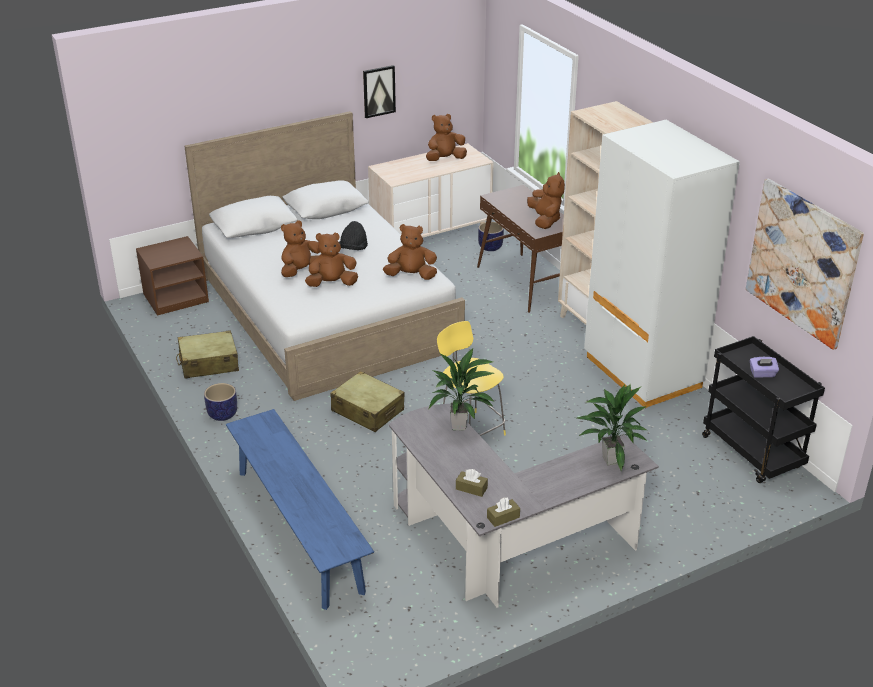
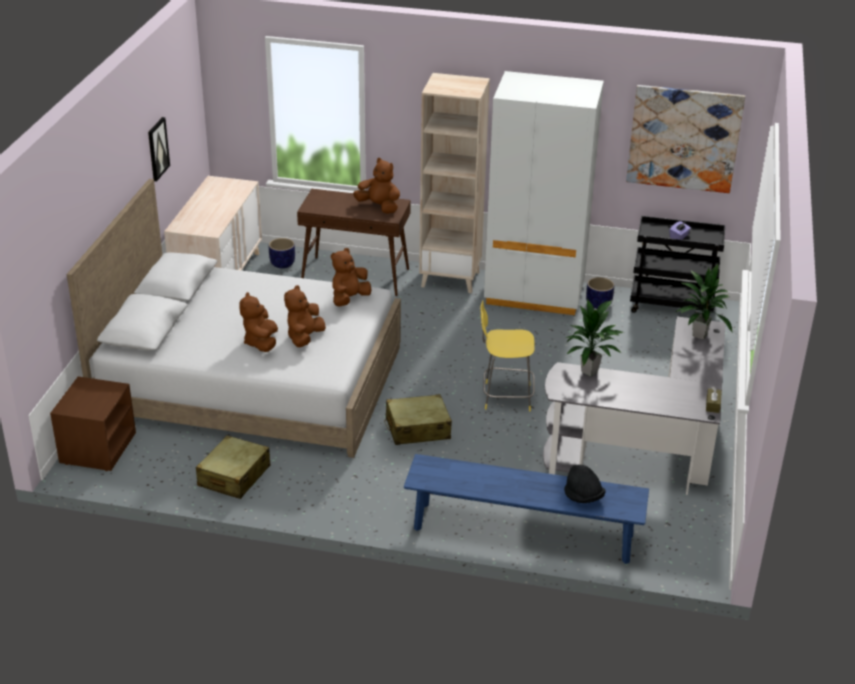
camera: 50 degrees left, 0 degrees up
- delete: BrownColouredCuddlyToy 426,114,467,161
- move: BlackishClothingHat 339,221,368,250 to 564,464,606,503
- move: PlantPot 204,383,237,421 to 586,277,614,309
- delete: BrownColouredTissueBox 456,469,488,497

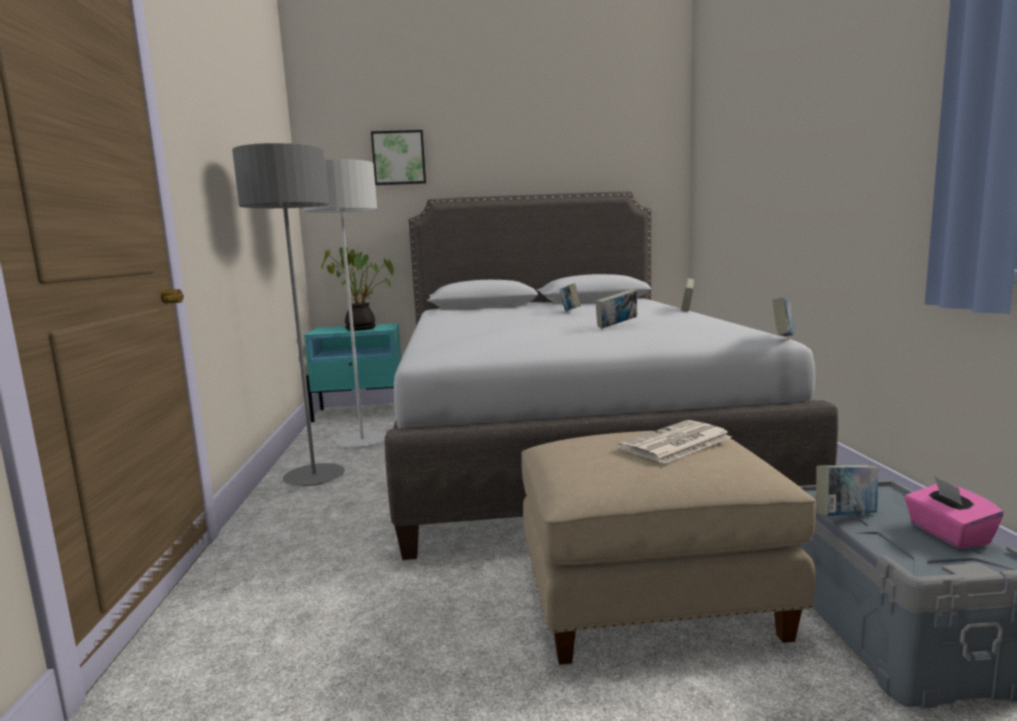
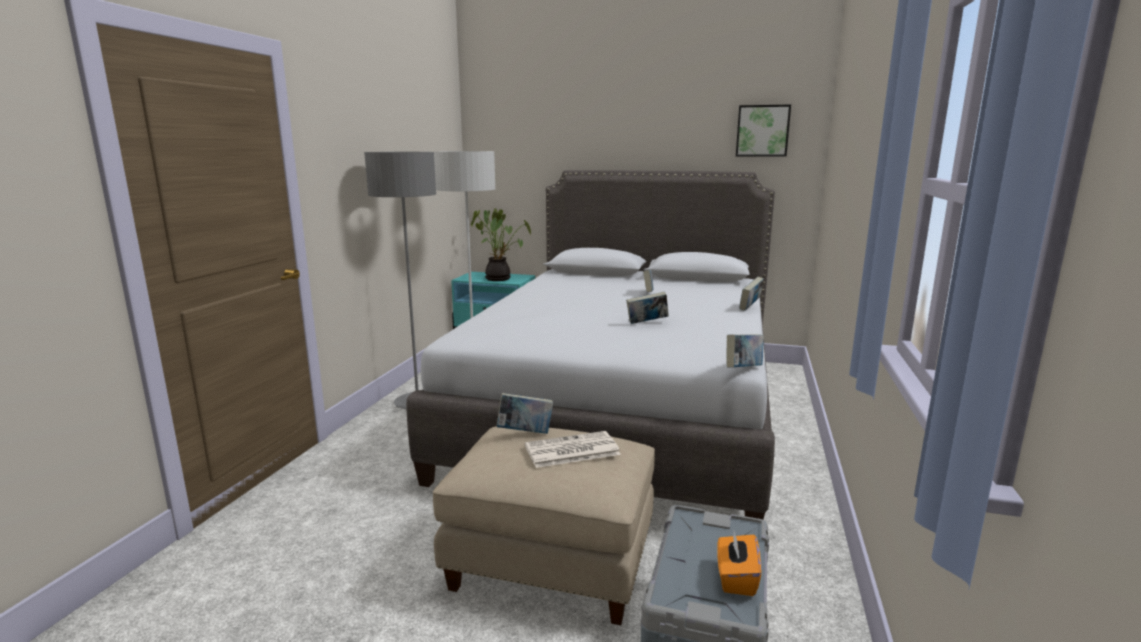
camera: 20 degrees right, 5 degrees up
- move: Picture 371,130,426,185 to 736,105,791,157
- move: BoundBook 816,465,878,516 to 497,393,553,434
- recolor: PinkColouredTissueBox 904,476,1004,549 to OrangeTissueBox 717,531,761,596

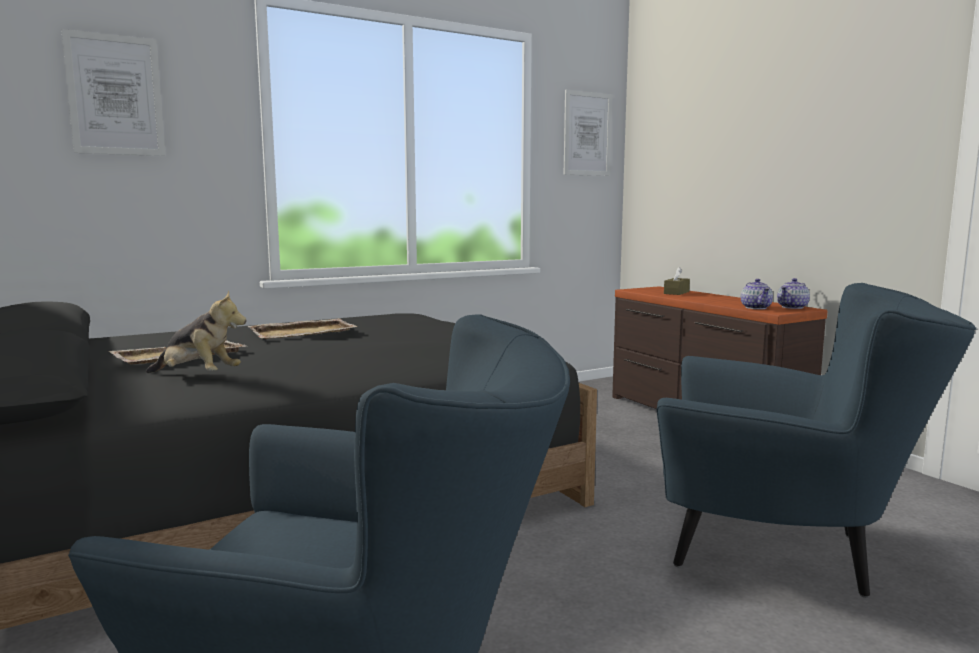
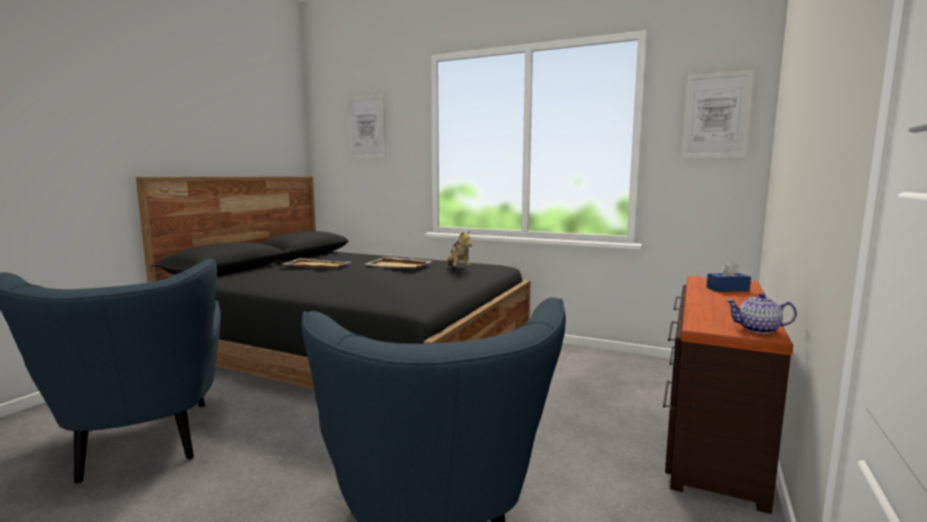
camera: 55 degrees right, 0 degrees up
- recolor: BrownColouredTissueBox 664,267,690,295 to BlueColouredTissueBox 707,261,751,292
- delete: Teapot 741,279,773,309
- move: CuddlyToy 146,291,246,373 to 444,230,472,266

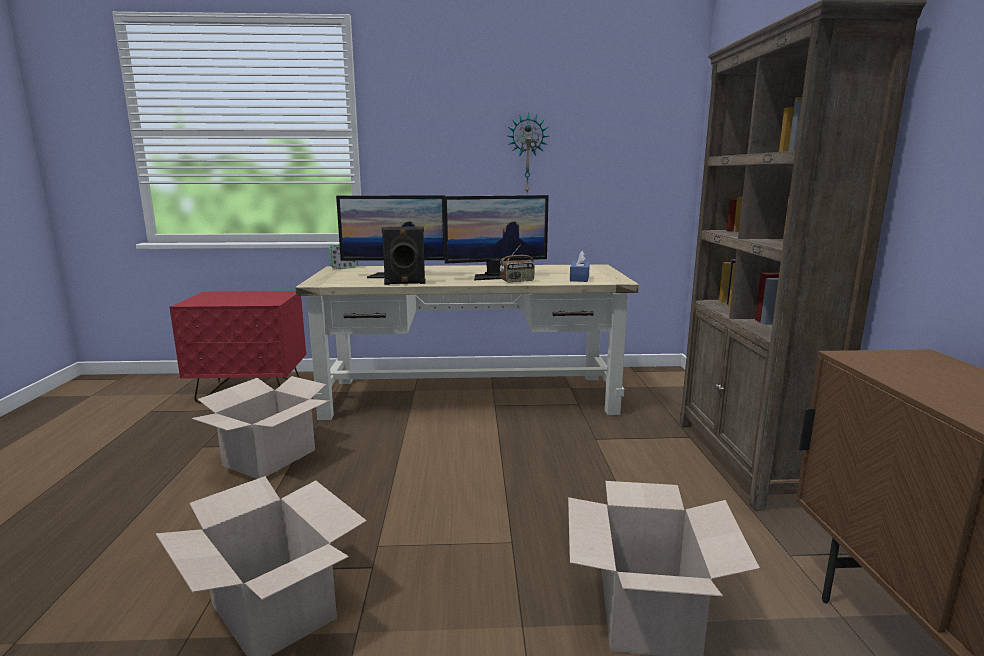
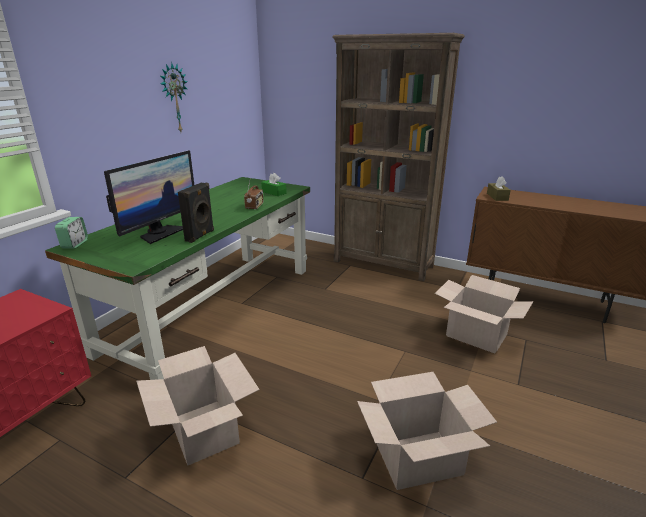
camera: 60 degrees left, 10 degrees up
- delete: Monitor 443,195,549,280
- recolor: BlueColouredTissueBox 570,251,590,282 to GreenColouredTissueBox 261,173,287,196
- recolor: BeigeColouredDesk 295,264,639,420 to GreenColouredDesk 45,177,310,380
- insert: BrownColouredTissueBox 487,176,511,201

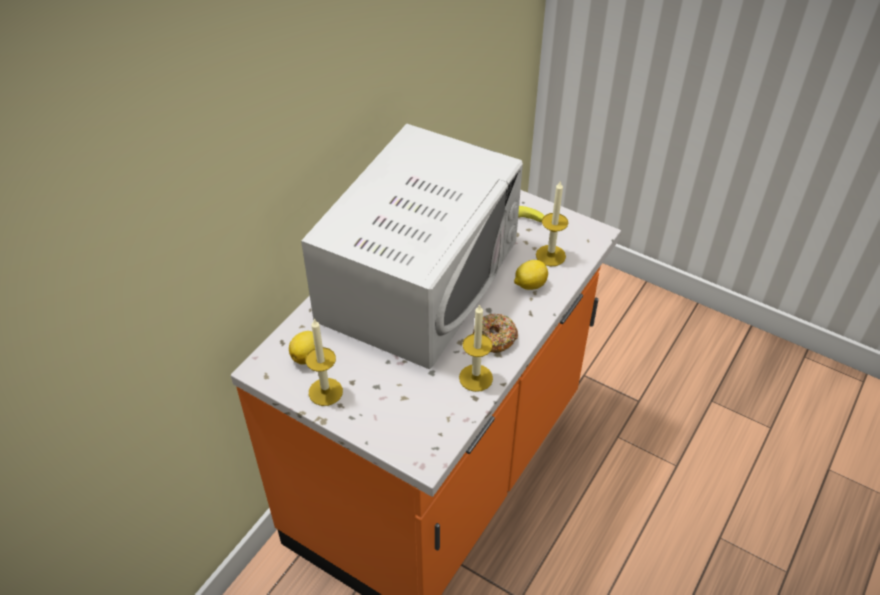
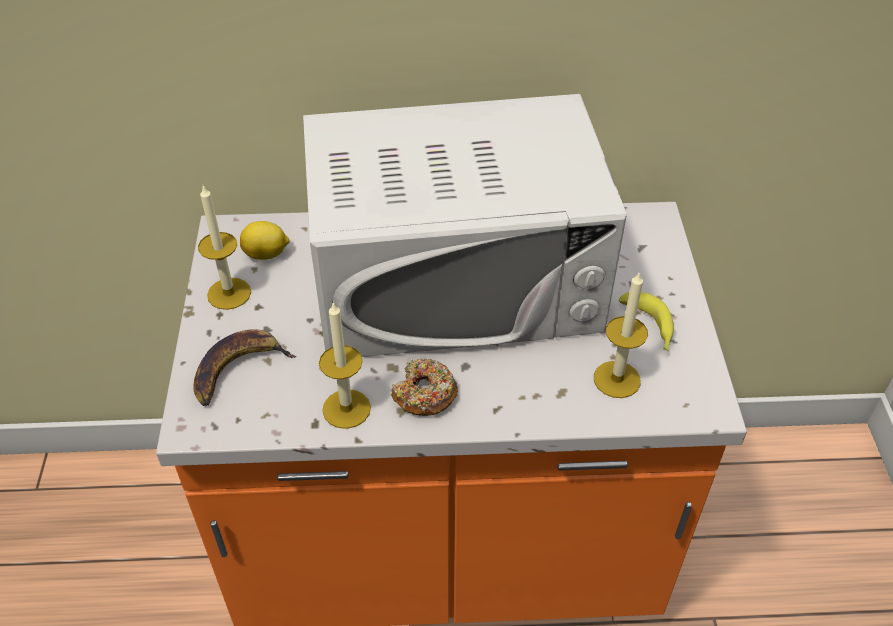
camera: 55 degrees right, 0 degrees up
- delete: Lemon 514,260,548,290
- insert: WholeBanana 193,329,297,406

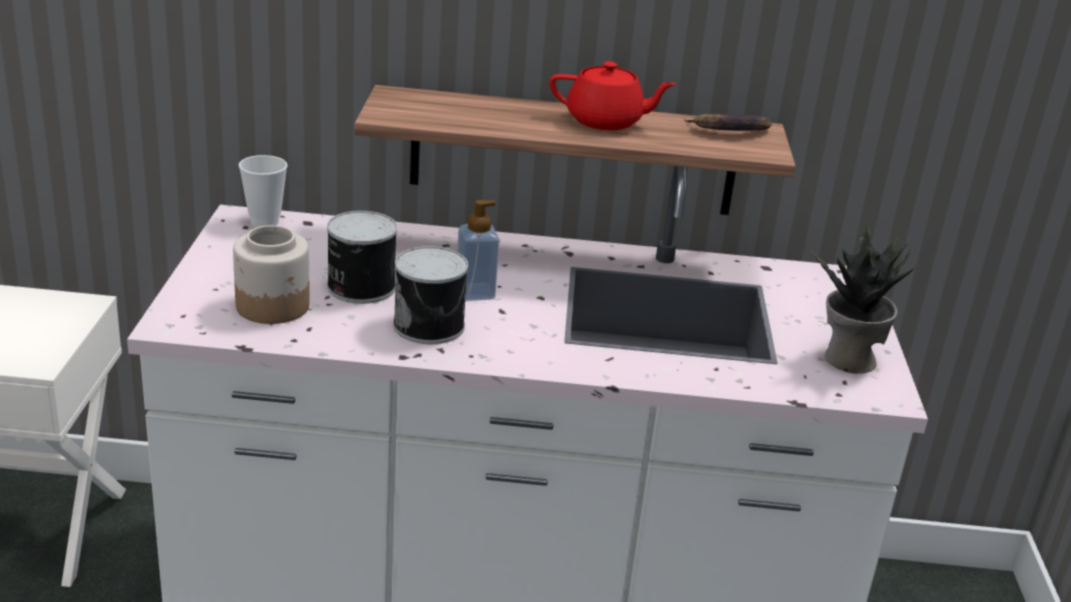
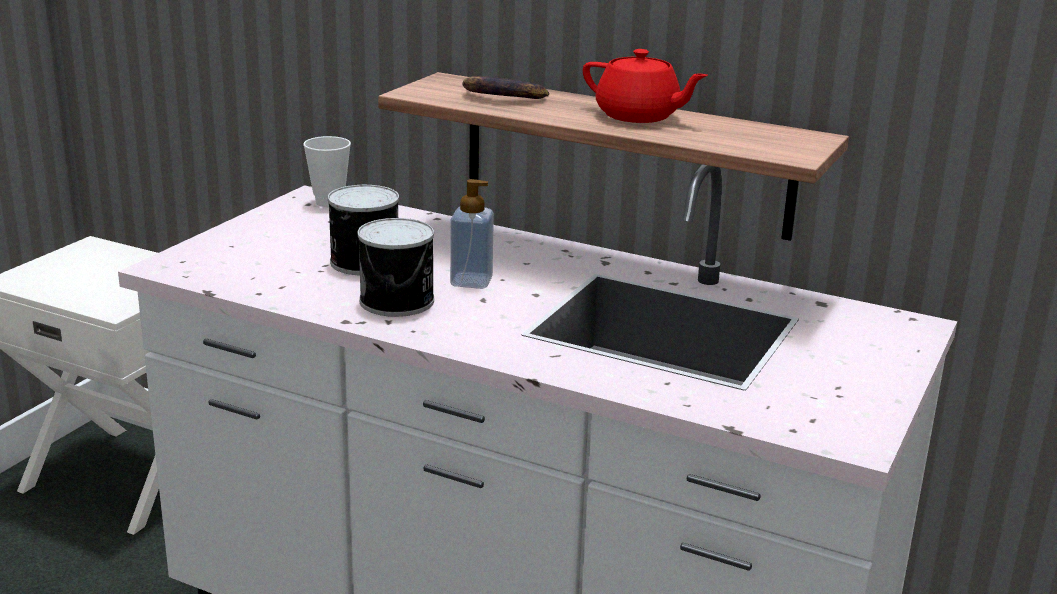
camera: 25 degrees right, 5 degrees down
- move: WholeBanana 684,114,772,131 to 462,76,549,99
- delete: Houseplant 810,220,915,374
- delete: Jar 233,225,310,324

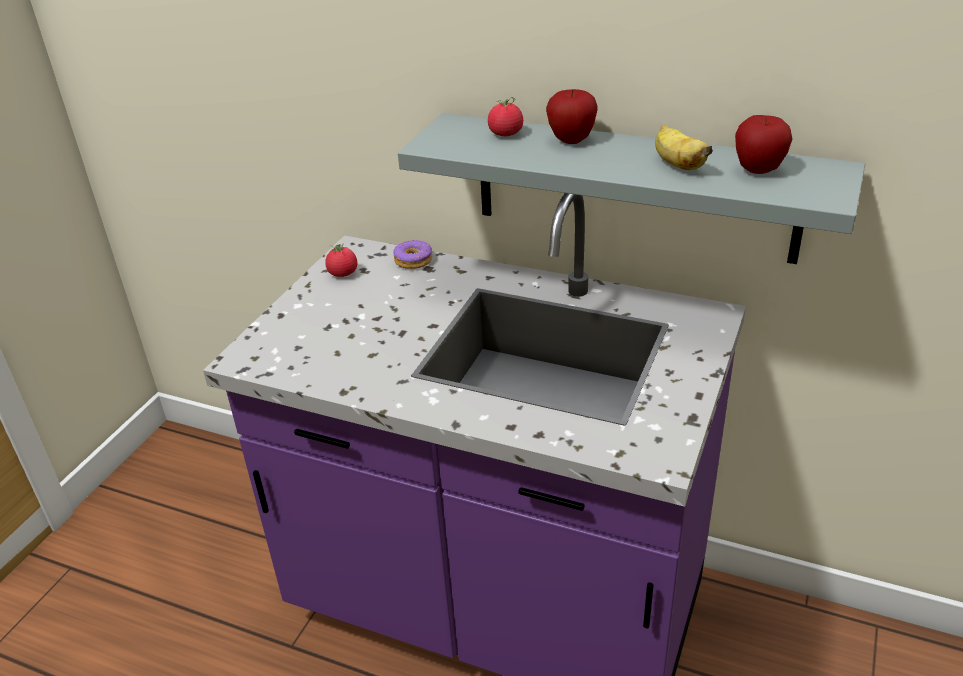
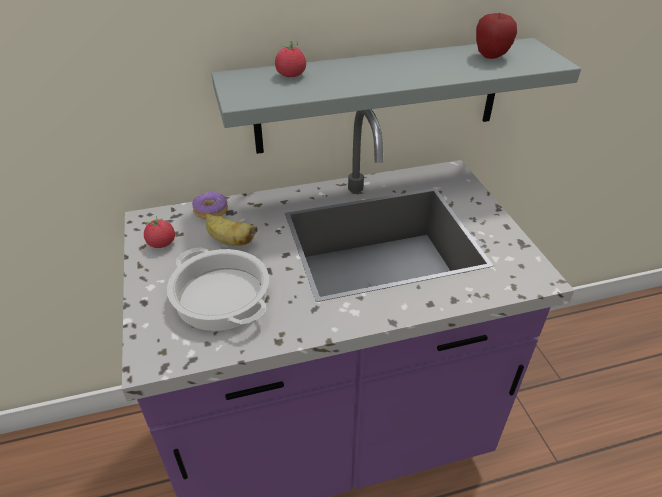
camera: 40 degrees left, 5 degrees up
- delete: Apple 546,89,598,144
- move: WholeBanana 655,125,713,170 to 205,213,258,246
- insert: Saucepot 167,248,269,331

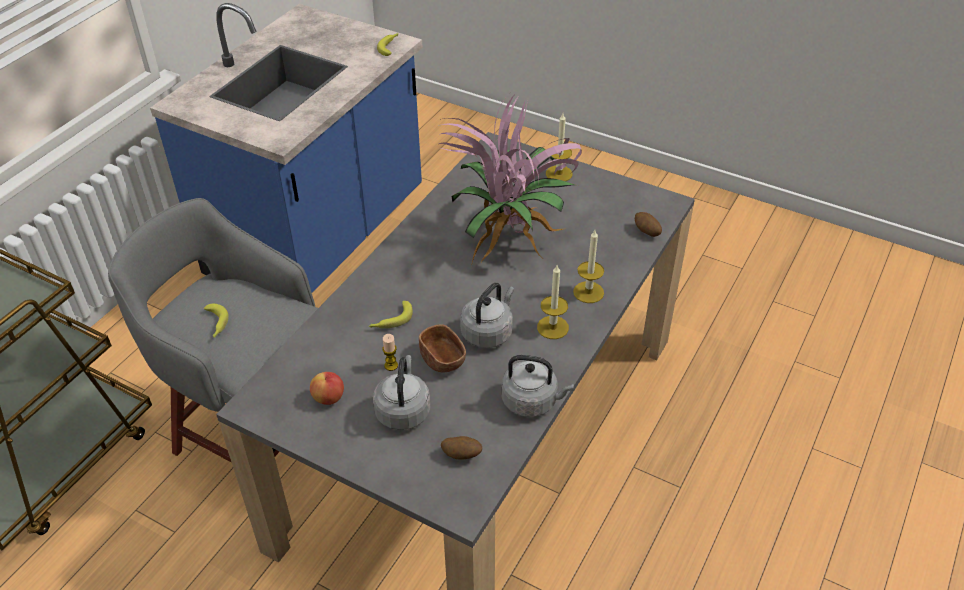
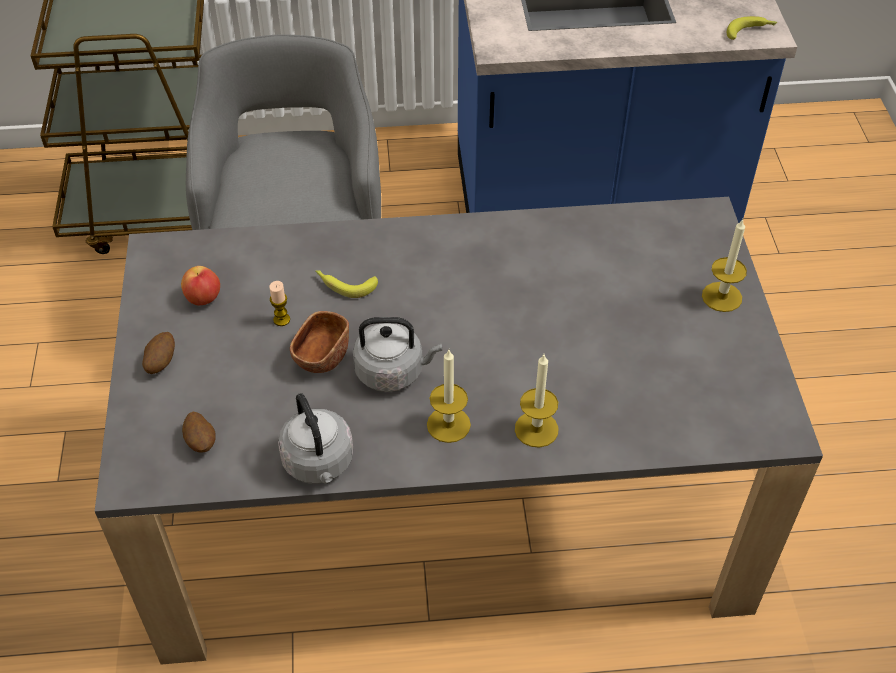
camera: 55 degrees right, 5 degrees up
- delete: Houseplant 438,93,582,266
- move: Potato 635,212,662,237 to 142,332,175,374
- delete: WholeBanana 204,304,229,338
- delete: GrayKettle 373,355,430,430

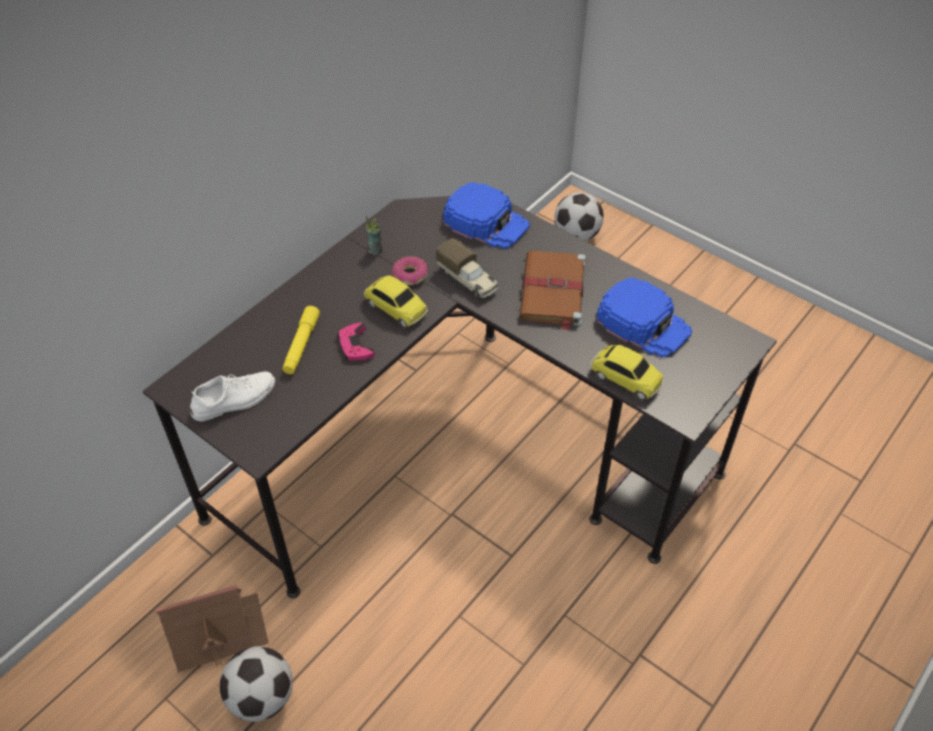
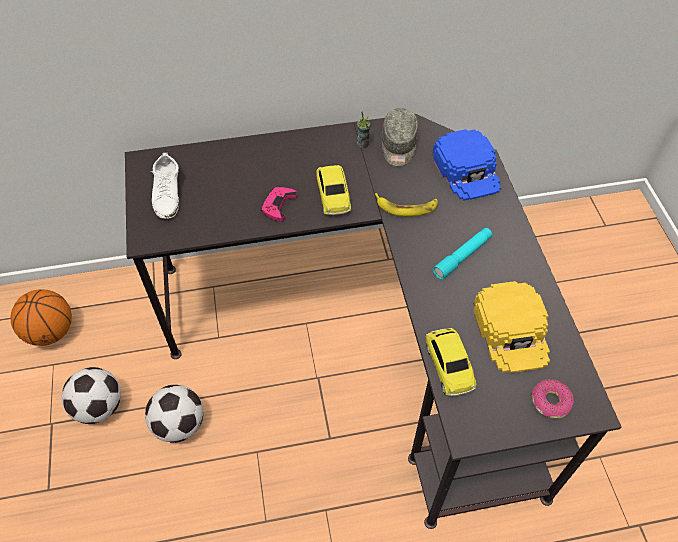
camera: 40 degrees right, 5 degrees up
- move: Football 554,192,604,241 to 145,385,203,443
- replace: ToyLorry 436,238,499,299 to WholeBanana 375,193,438,217
- replace: BrownColouredBoundBook 519,250,586,331 to BlueGreenHandTorch 433,228,492,279
- move: Doughnut 392,256,428,285 to 531,379,574,418
- recolor: BlueColouredBaseballCap 596,277,692,358 to YellowBaseballCap 474,281,550,373
- delete: YellowHandTorch 282,306,320,374
- rotate: WhiteColouredLowShoe 190,371,275,421 = 151,153,179,219 75 degrees clockwise
- delete: MiniatureHouse 155,585,269,672
- insert: GrayBaseballCap 382,108,418,166
- insert: Basketball 11,289,72,346

